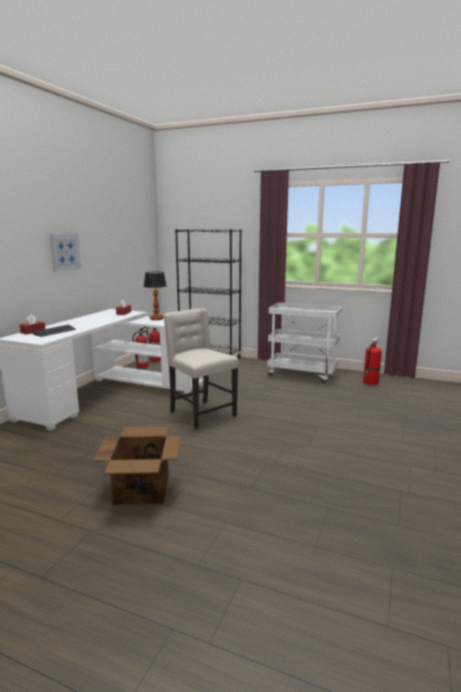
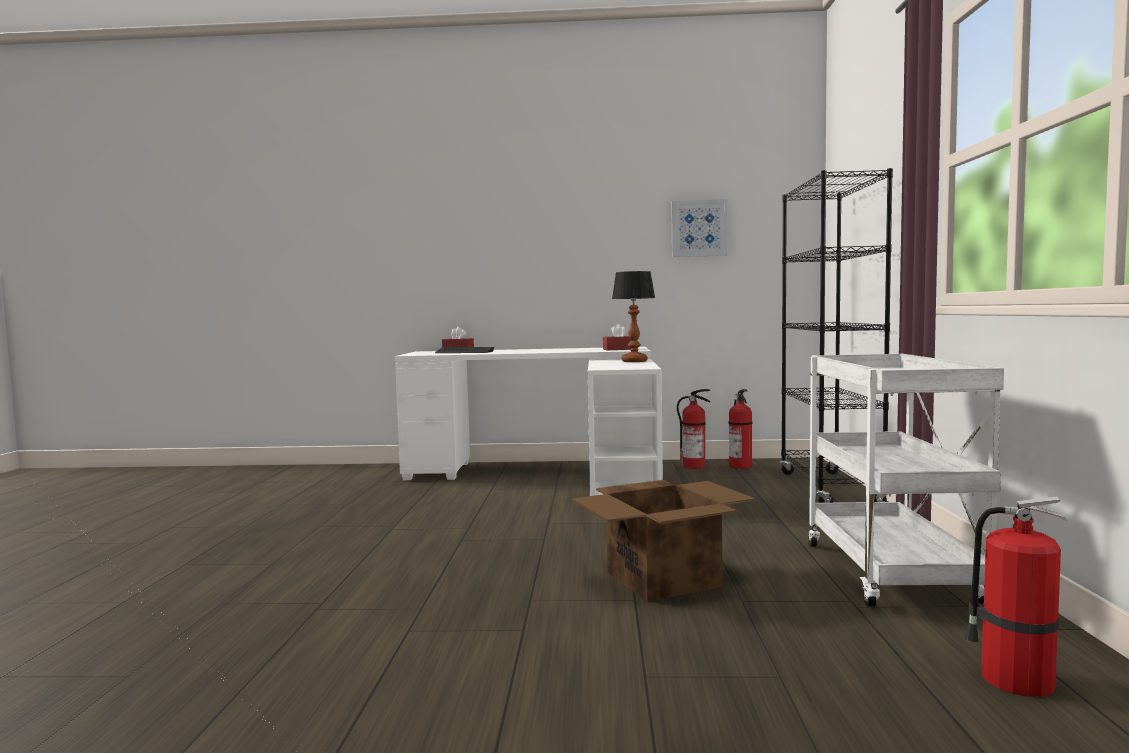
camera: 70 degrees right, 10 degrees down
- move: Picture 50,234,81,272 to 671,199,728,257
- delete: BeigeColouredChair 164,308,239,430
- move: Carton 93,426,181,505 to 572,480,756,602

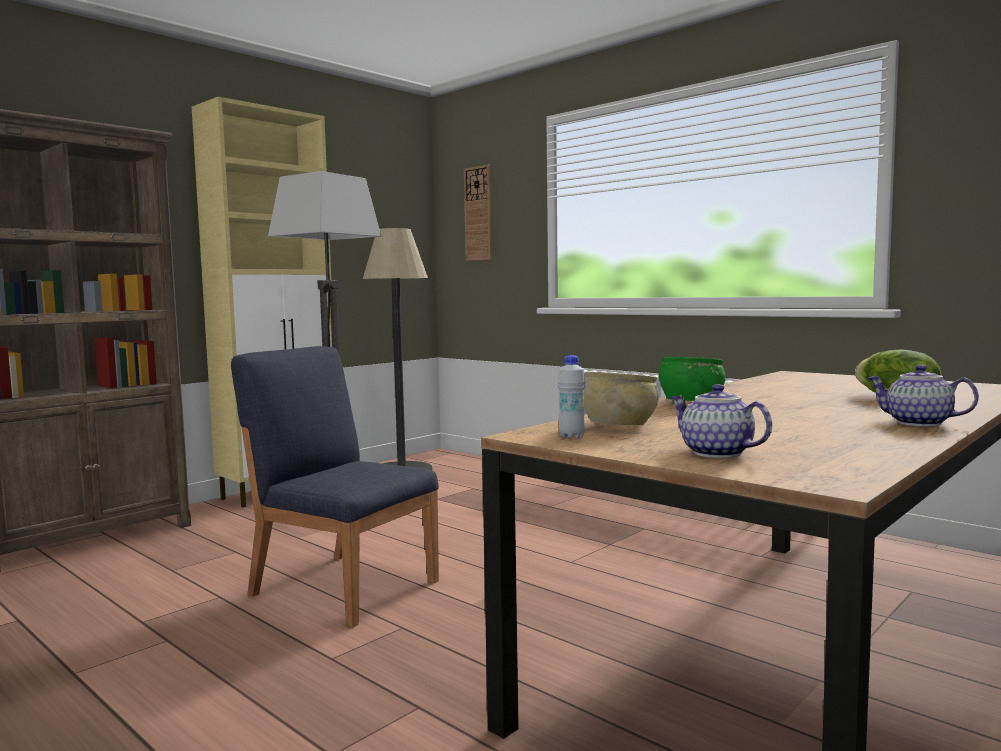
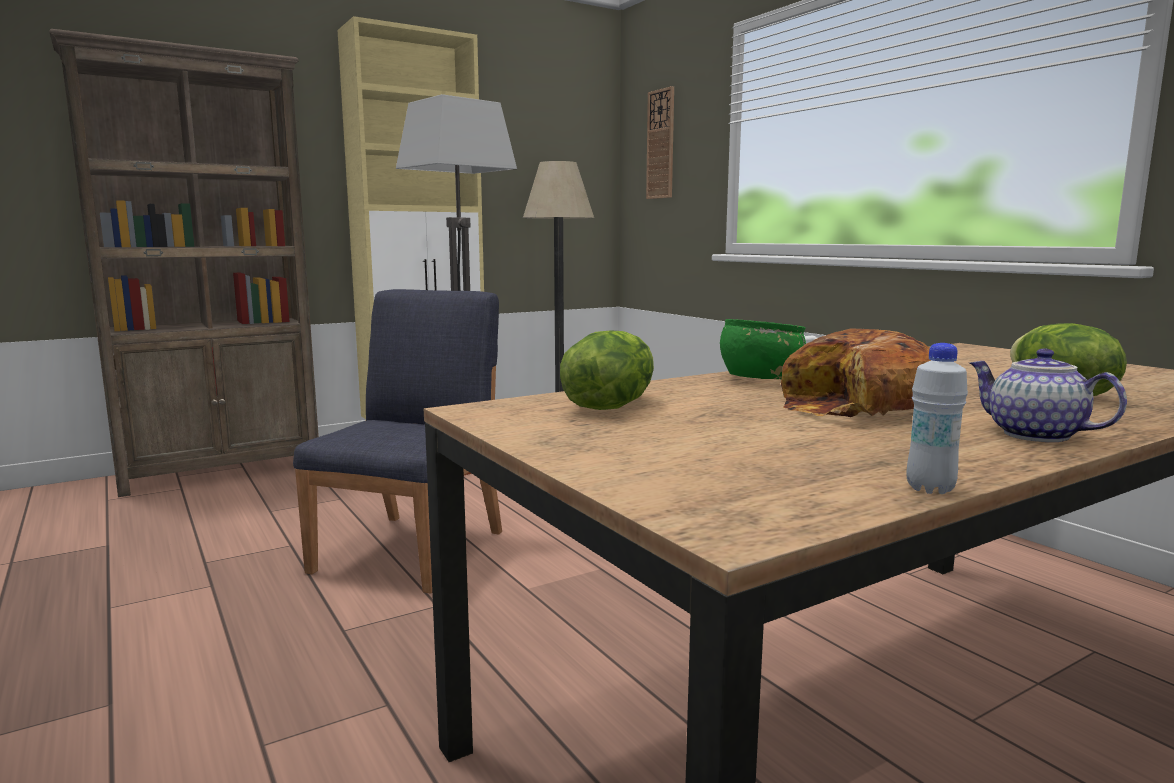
camera: 15 degrees right, 5 degrees up
- rotate: BlueColouredChair 231,346,439,628 = 293,289,502,593 60 degrees clockwise
- move: WhiteColouredDrinkBottle 558,355,586,439 to 907,343,968,494
- replace: BeigeColouredBowl 584,372,659,425 to HeadOfLettuce 560,330,654,410
- delete: Teapot 670,384,772,458
- insert: BakeryBread 781,329,931,417

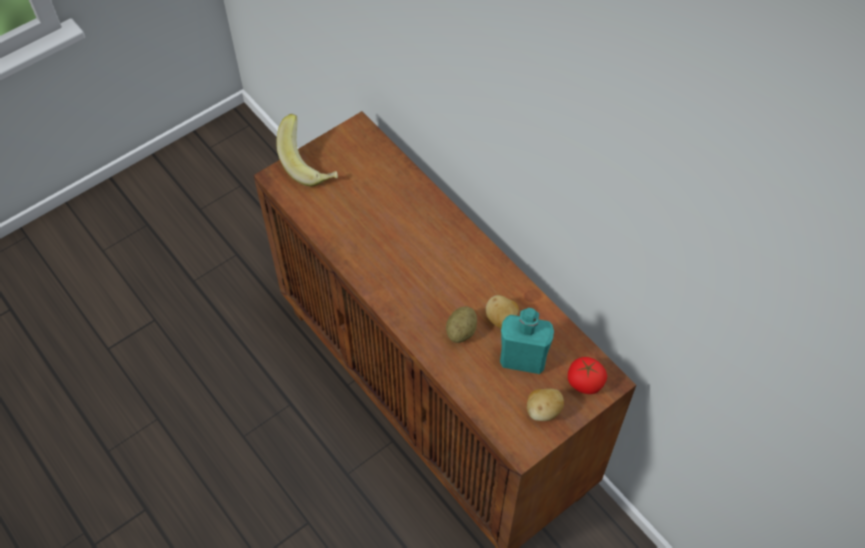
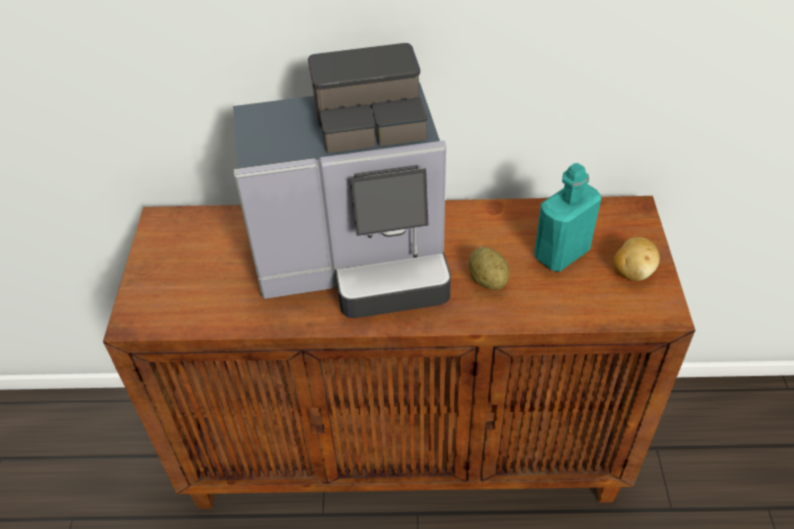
camera: 50 degrees left, 10 degrees down
- delete: WholeBanana 276,114,338,186
- delete: Potato 486,295,519,329
- delete: Tomato 568,357,607,394
- insert: CoffeeBrewer 233,43,451,318

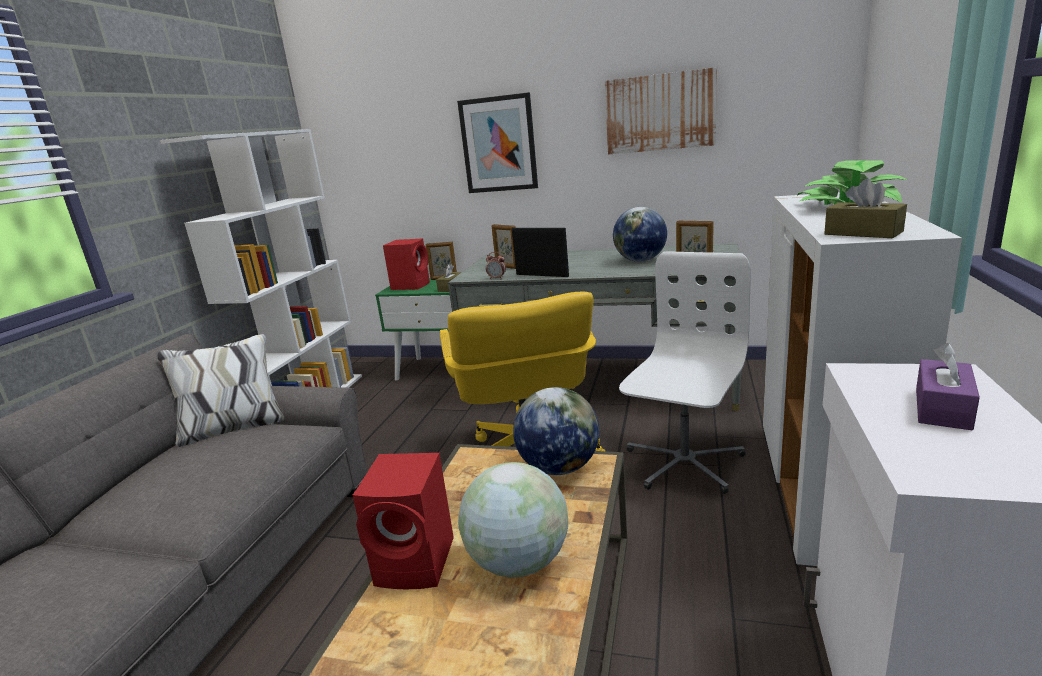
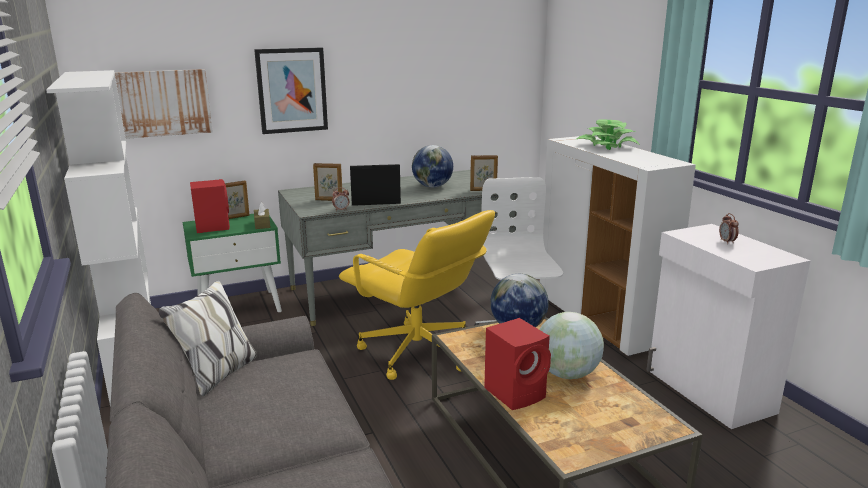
camera: 40 degrees left, 0 degrees up
- move: Picture 605,67,717,155 to 115,69,213,139
- delete: BrownColouredTissueBox 824,179,907,238
- replace: PurpleColouredTissueBox 916,343,980,430 to BedsideClock 719,213,739,243

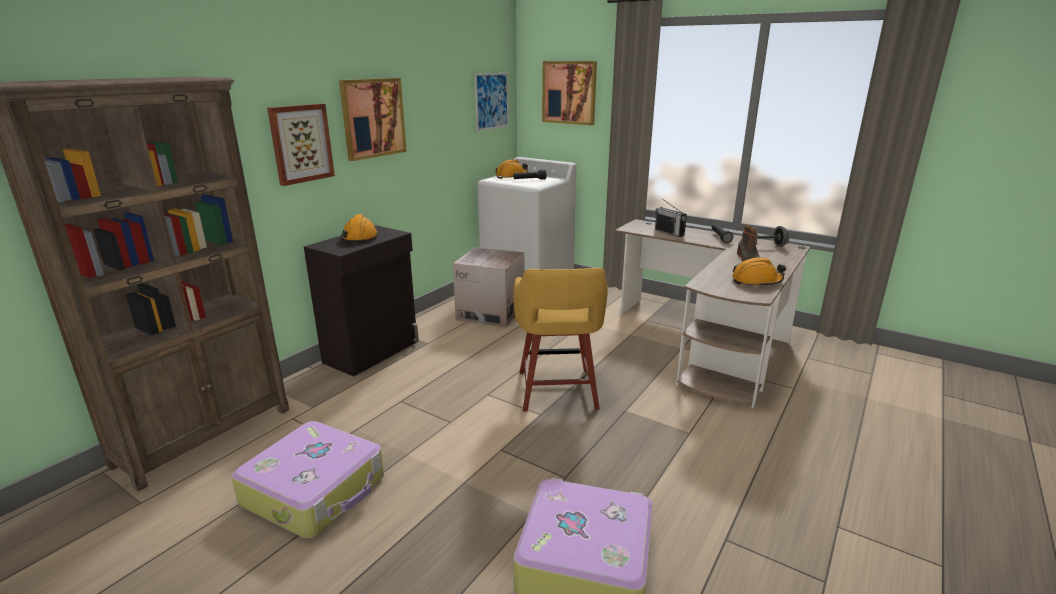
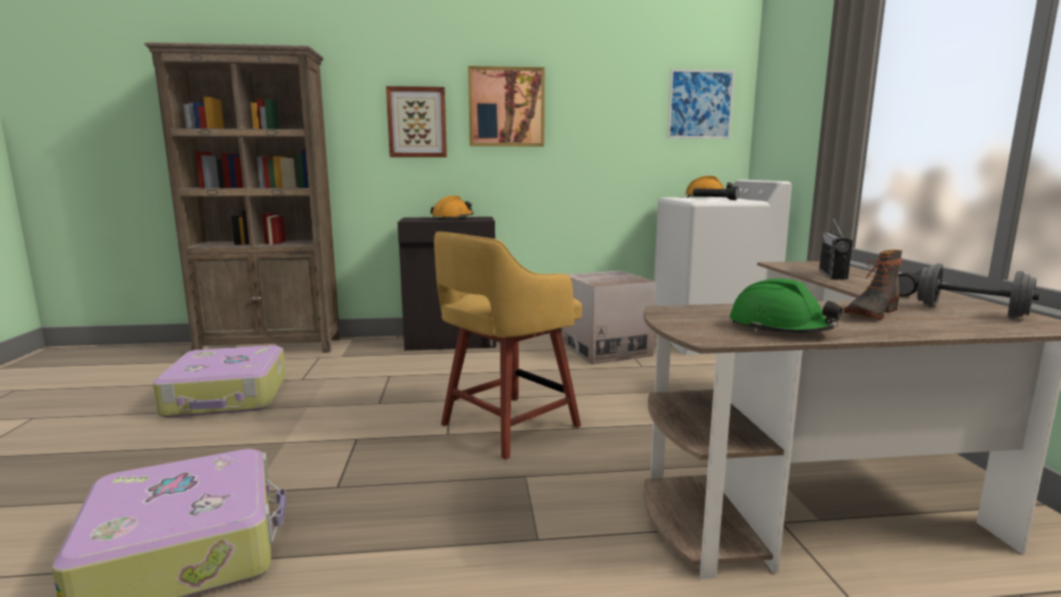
camera: 50 degrees right, 10 degrees down
- delete: Picture 542,61,597,125
- recolor: OrangeHardHat 732,258,786,287 to GreenColouredHardHat 729,278,843,333

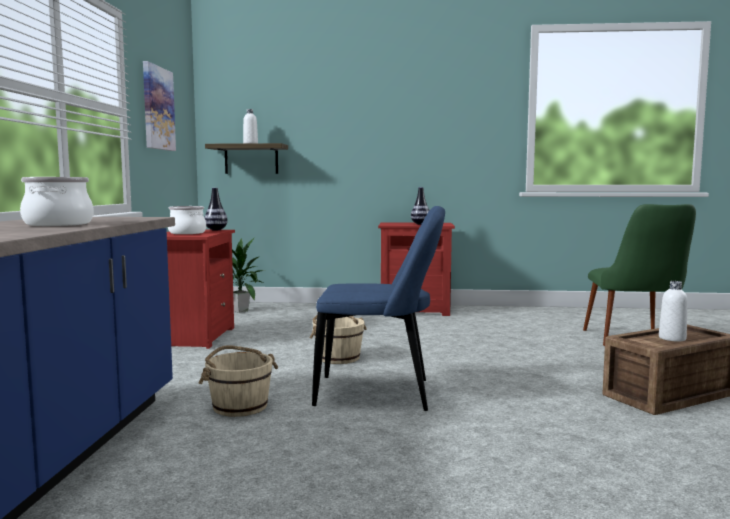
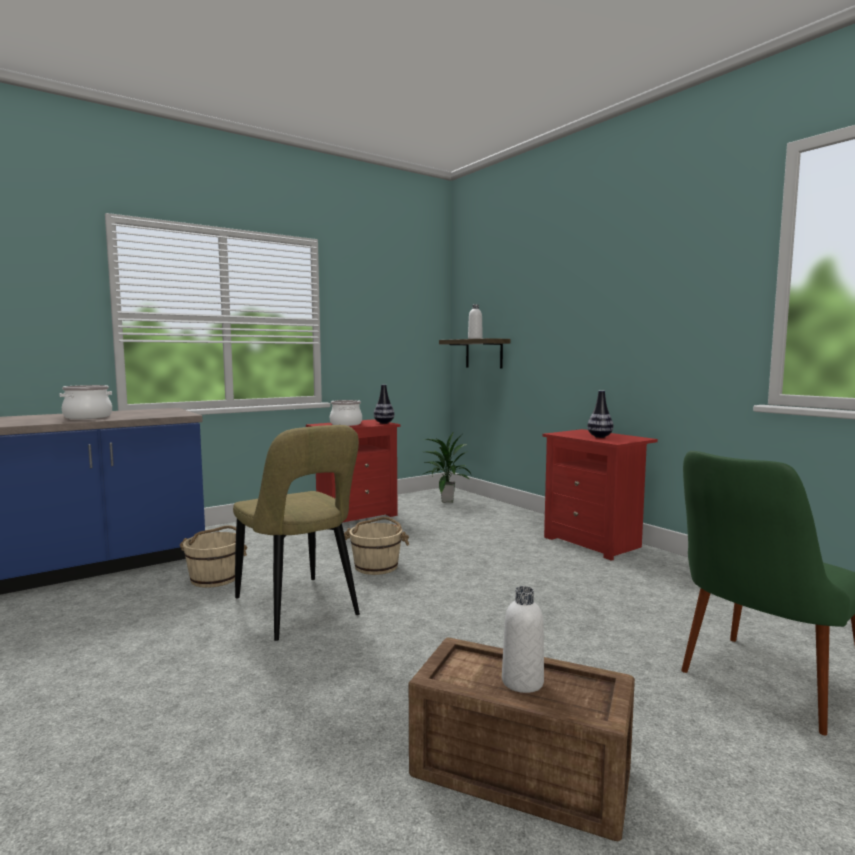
camera: 50 degrees right, 0 degrees up
- delete: Picture 143,61,176,151
- recolor: BlueColouredChair 312,206,445,411 to BeigeColouredChair 233,425,360,641

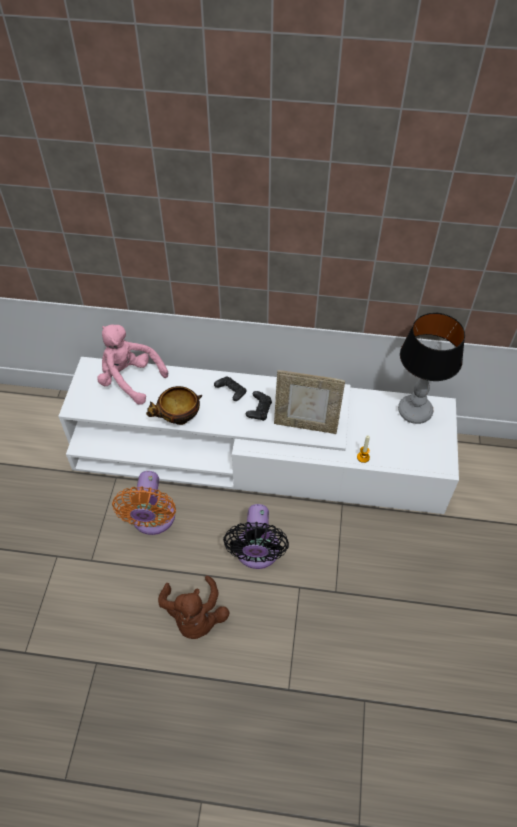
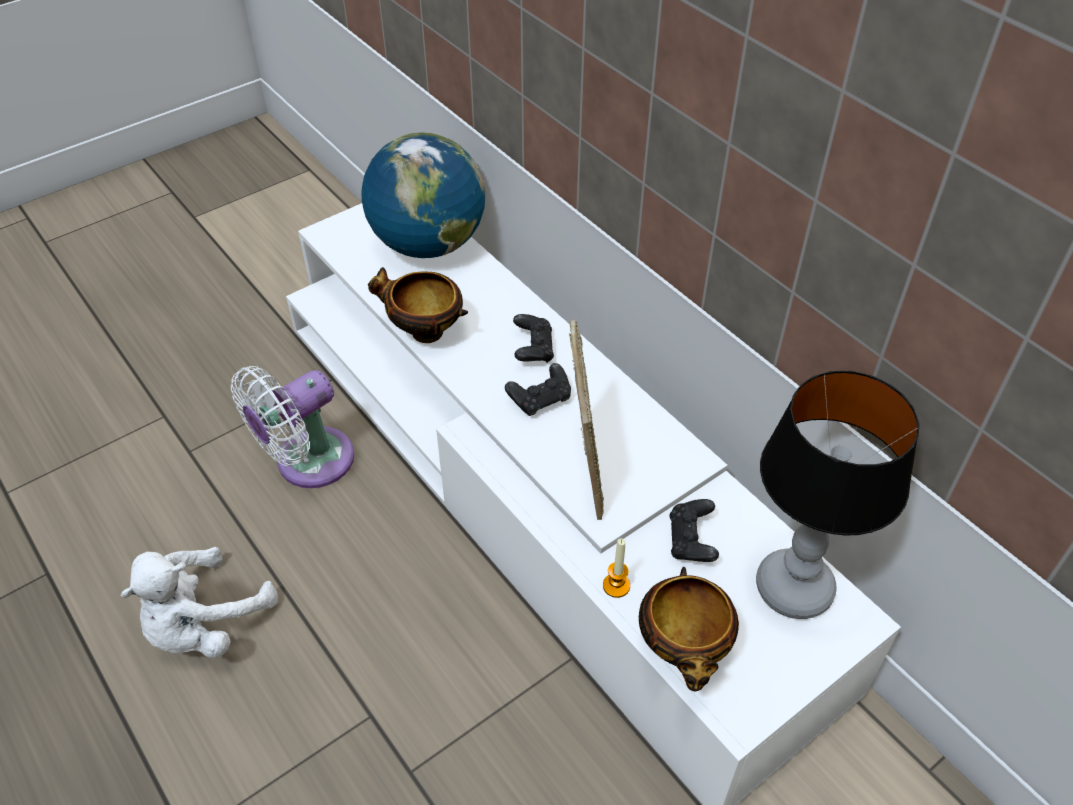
camera: 45 degrees right, 5 degrees down
- replace: PinkColouredCuddlyToy 97,324,168,405 to Globe 361,133,485,258
- rotate: PhotoFrame 274,370,345,434 = 569,320,604,520 150 degrees counterclockwise
- recolor: OrangeElectricFan 112,471,176,535 to WhiteColouredElectricFan 231,366,354,488
- delete: BlackishElectricFan 223,504,289,569
- recolor: BrownColouredCuddlyToy 158,575,229,639 to WhiteColouredCuddlyToy 120,547,278,658
- insert: BlackishJoypad 669,499,719,562
- insert: Bowl 639,567,739,691

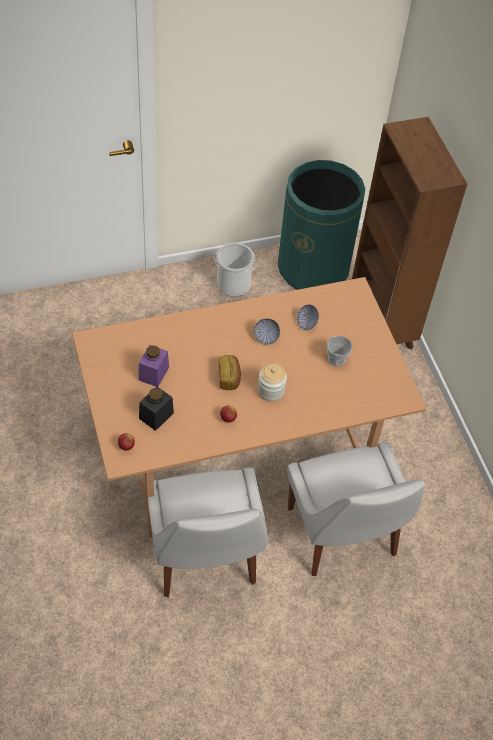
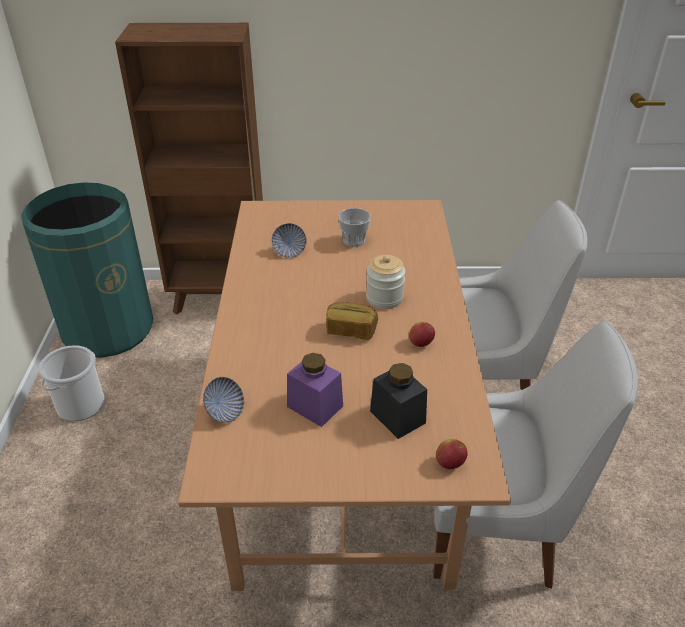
camera: 70 degrees left, 15 degrees down
- move: Bowl 254,318,280,345 to 203,377,244,423

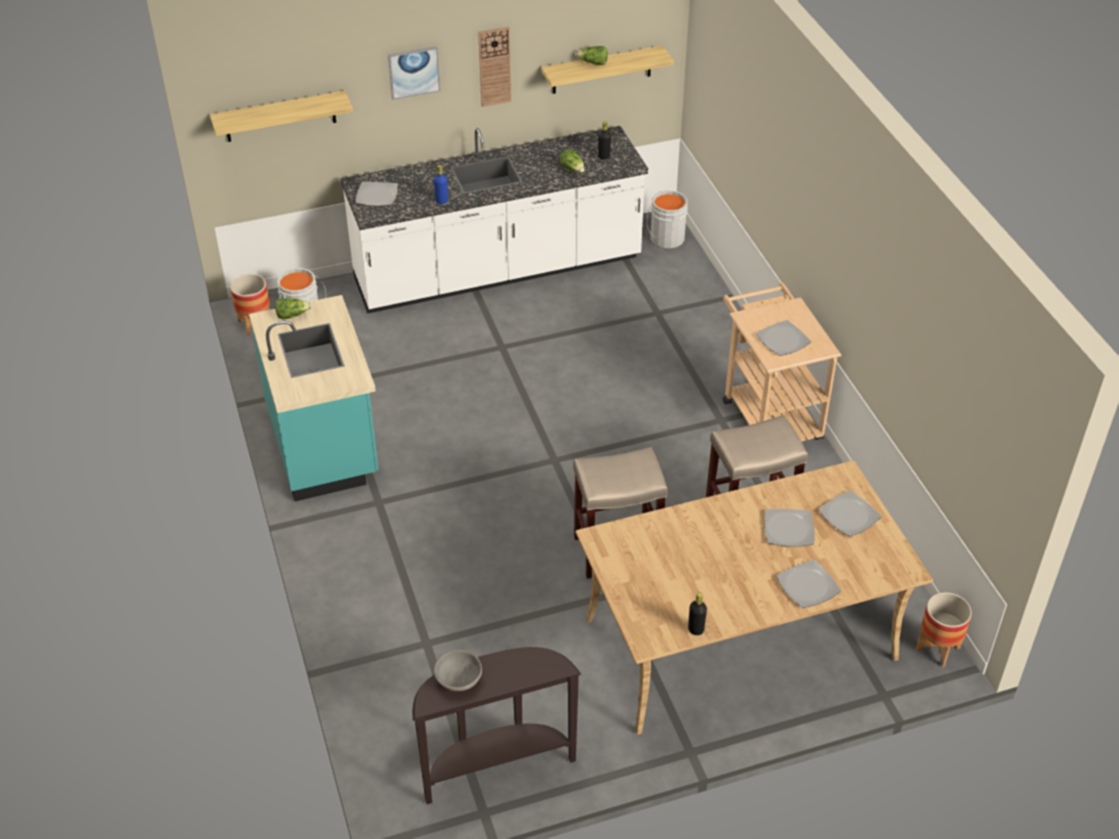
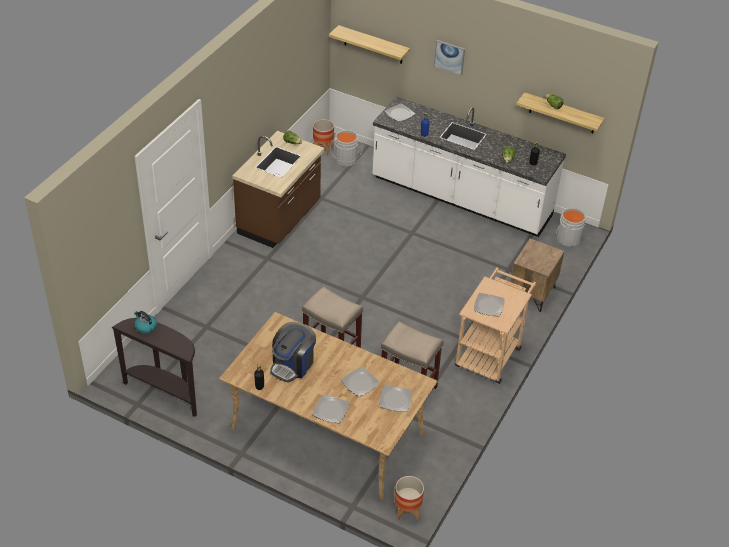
camera: 45 degrees right, 0 degrees up
- delete: ClockOnTheWall 478,27,512,107
- recolor: BlueGreenKitchenCounter 249,295,378,501 to BrownColouredKitchenCounter 232,131,324,248
- replace: GrayBowl 434,650,482,691 to Kettle 134,311,157,334
- insert: BrownColouredNightTable 510,238,564,312
- insert: CoffeeBrewer 270,322,316,382

